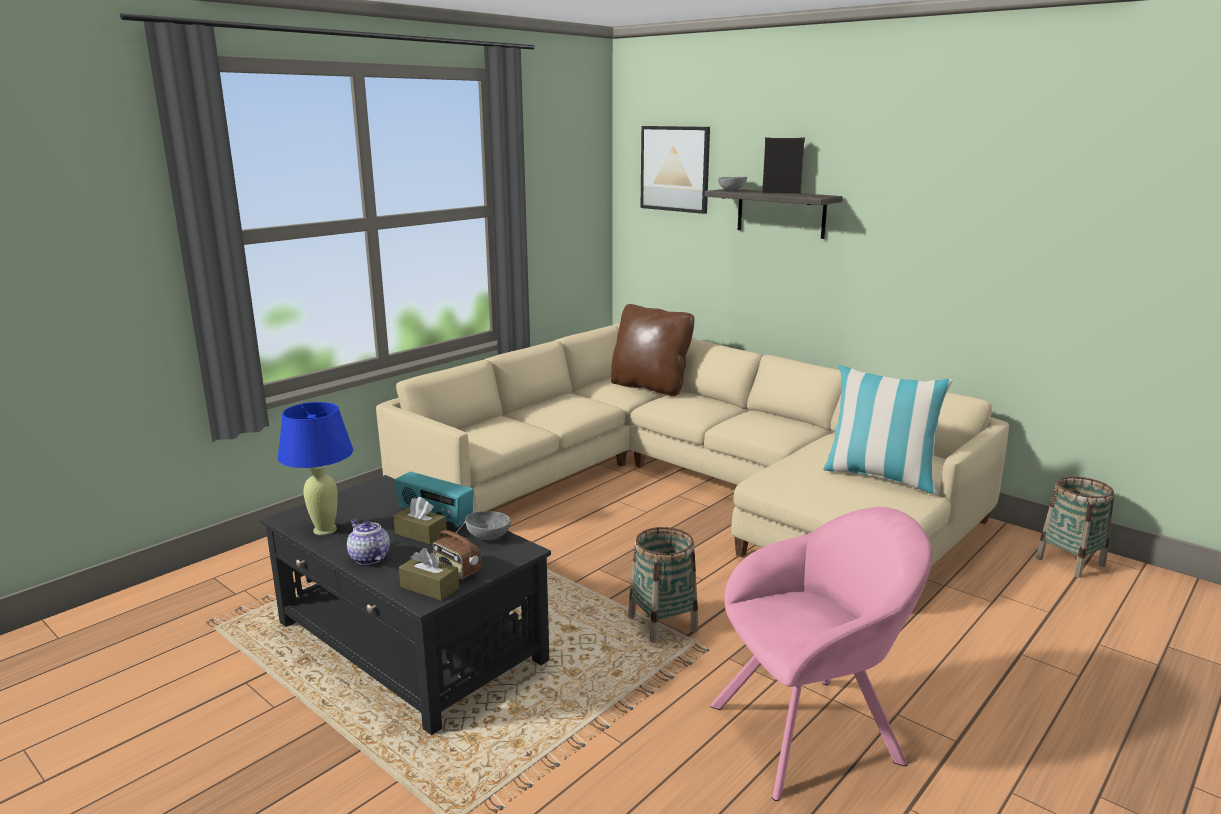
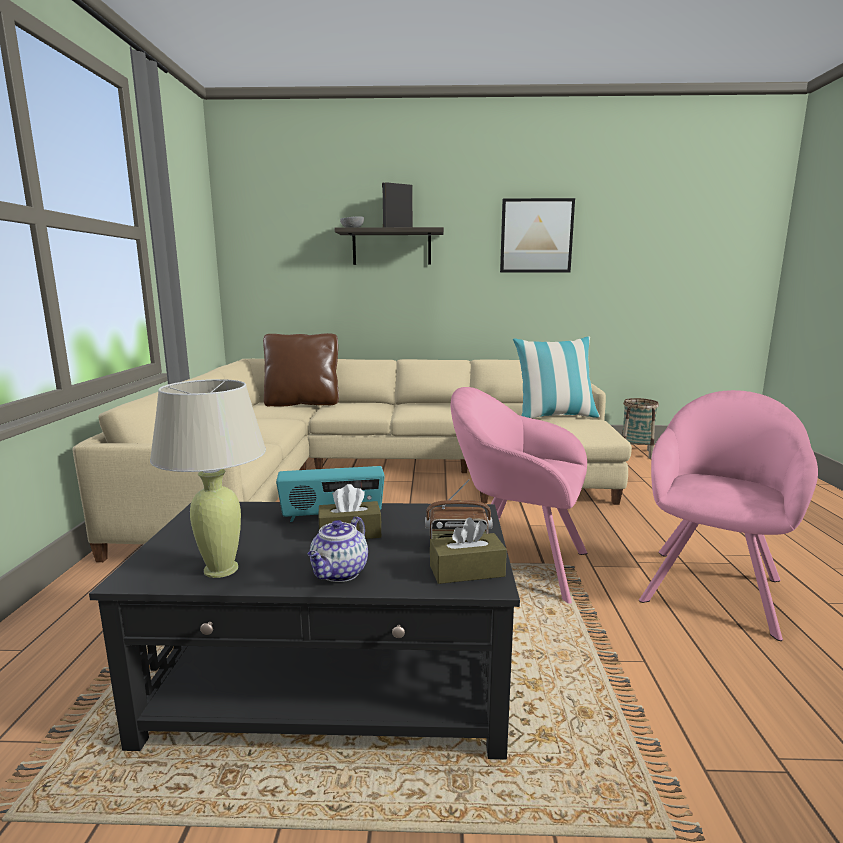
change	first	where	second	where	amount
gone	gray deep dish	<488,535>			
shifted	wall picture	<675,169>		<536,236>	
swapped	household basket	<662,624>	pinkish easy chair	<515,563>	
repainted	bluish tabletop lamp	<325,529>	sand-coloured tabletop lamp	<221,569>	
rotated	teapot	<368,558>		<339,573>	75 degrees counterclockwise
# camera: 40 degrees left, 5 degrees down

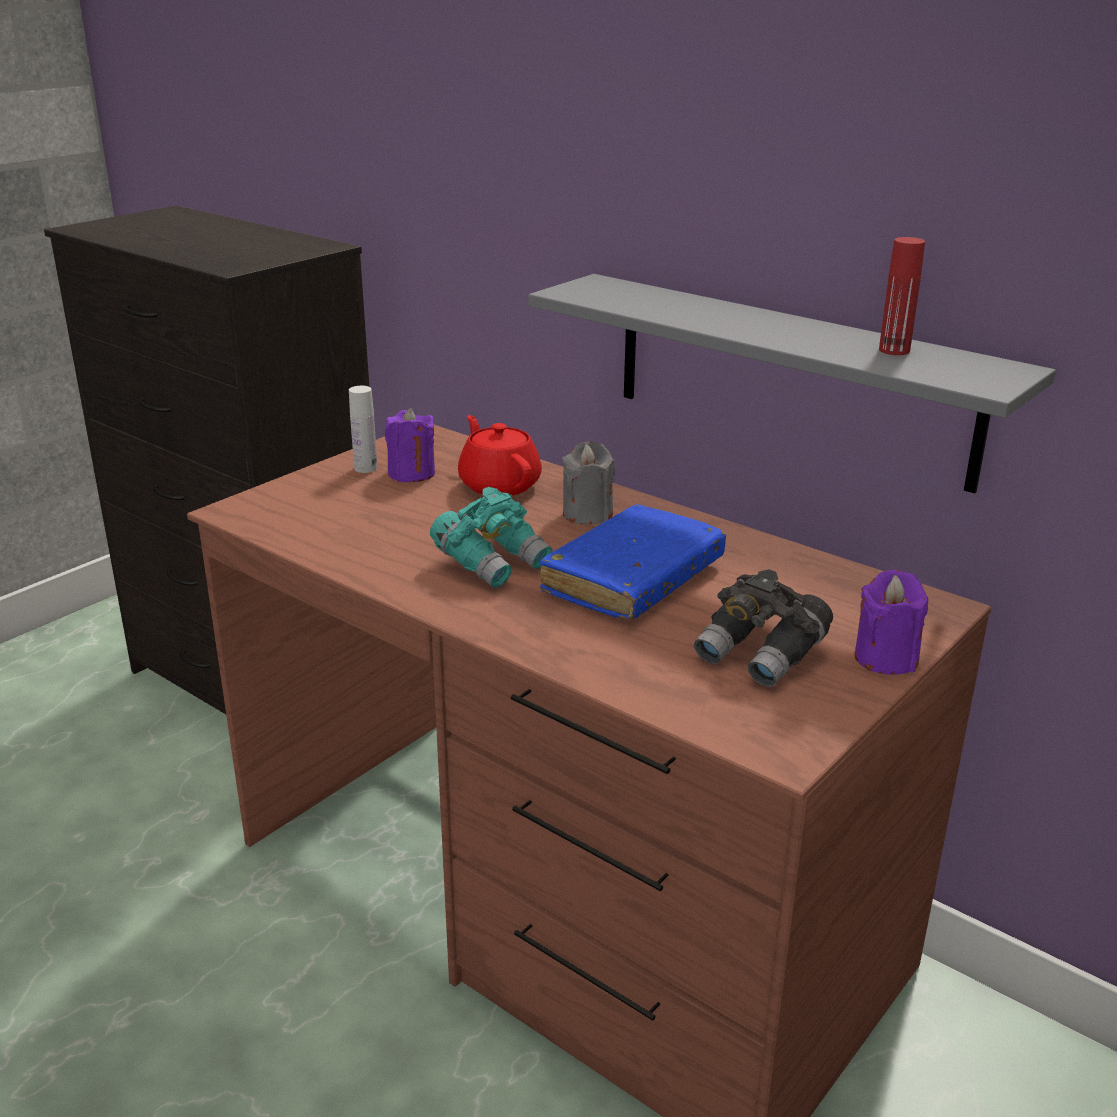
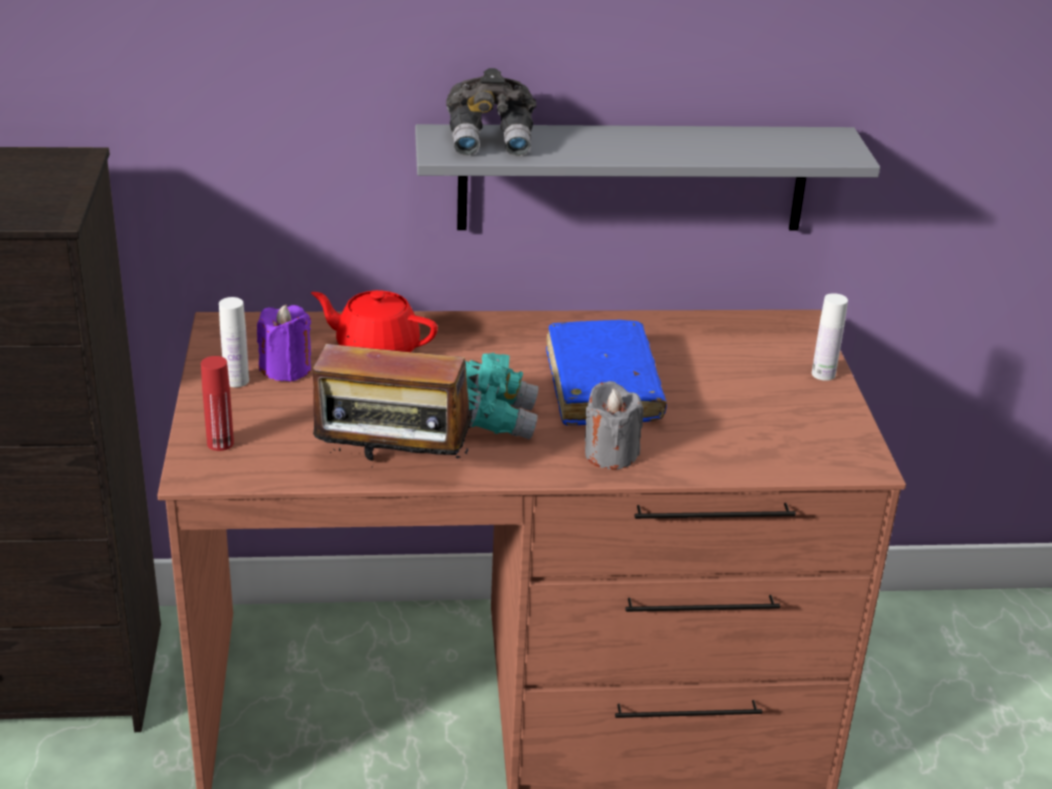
change	first	where	second	where	amount
new			radio set	<392,469>	
shifted	gray candle	<587,514>		<610,454>	
shifted	gray pair of binoculars	<761,655>		<491,141>	
shifted	red-coloured beverage bottle	<894,350>		<220,443>	
swapped	purplish candle	<886,658>	white-coloured beverage bottle	<823,374>	
# camera: 45 degrees left, 5 degrees up

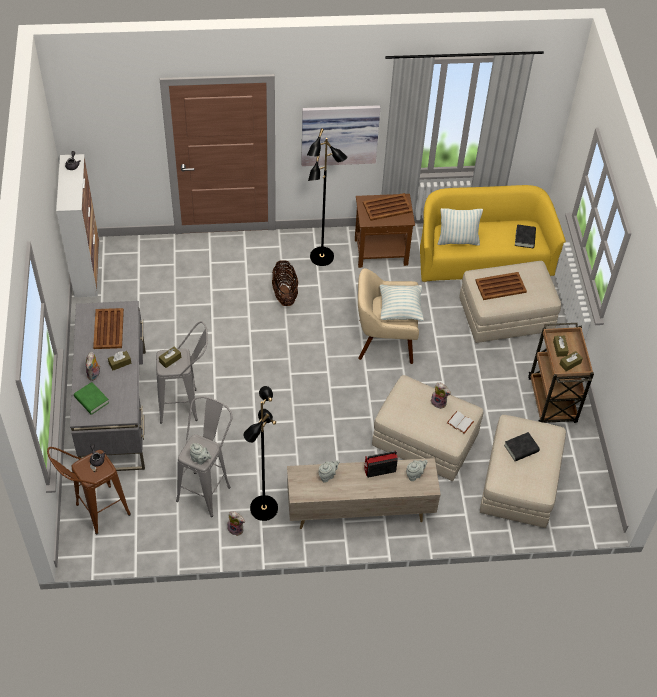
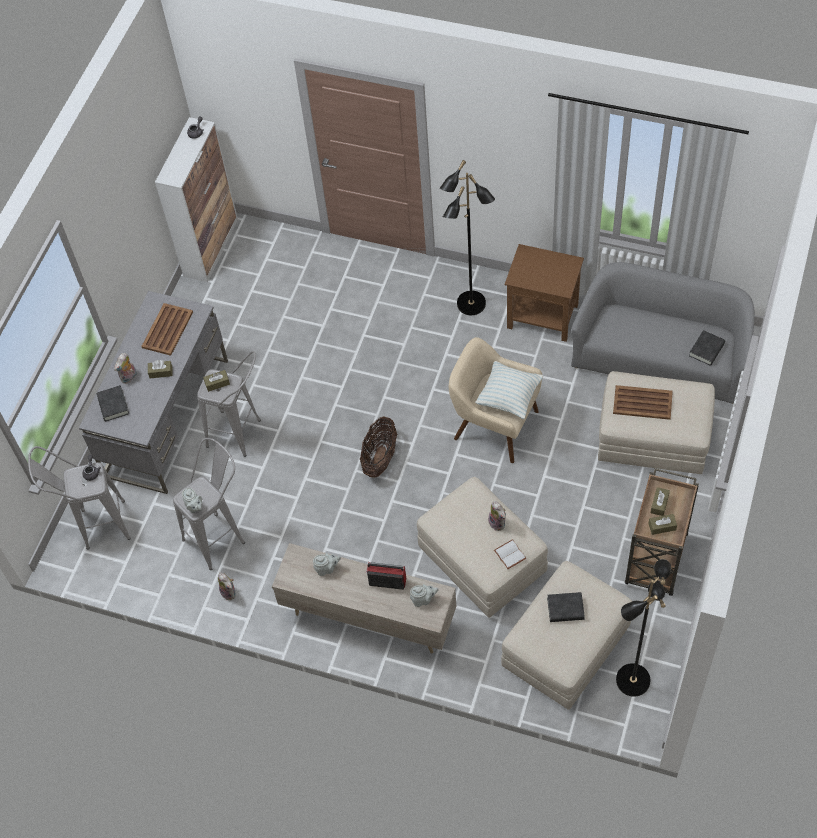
change	first	where	second	where	amount
gone	wall picture	<339,133>			
gone	brown-coloured tray	<388,207>			
gone	cushion	<458,240>			
shifted	black standard lamp	<263,508>		<632,679>	
shifted	household basket	<285,293>		<380,458>	
repainted	brown-coloured sitting stool	<95,514>	gray sitting stool	<96,526>	
repainted	green book	<91,400>	black book	<113,405>	
repainted	yellow settee	<482,257>	gray settee	<661,356>	
# camera: 30 degrees right, 5 degrees up

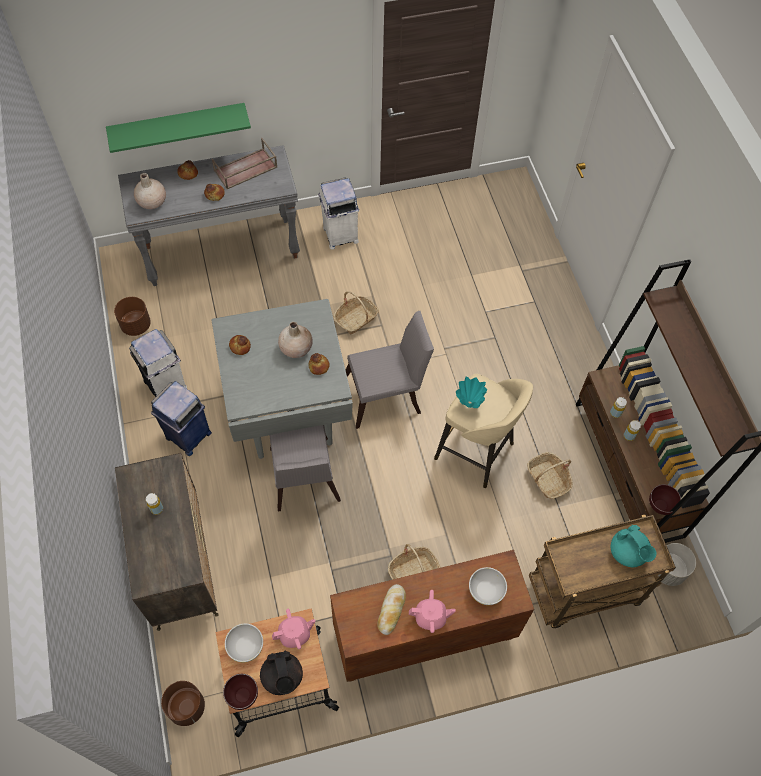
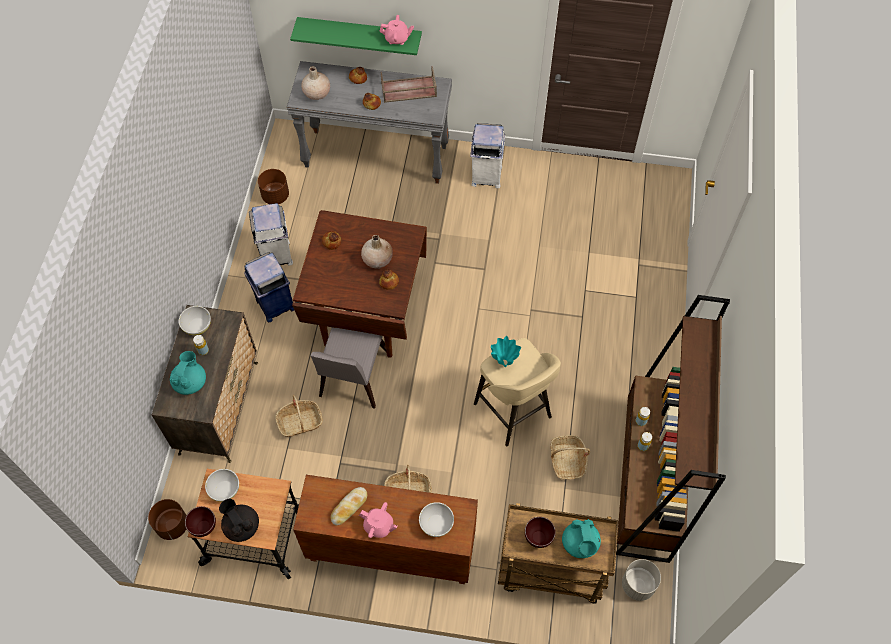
change	first	where	second	where	amount
gone	gray upright chair	<387,395>			
new			blue-green teapot	<190,382>	
new			white-coloured deep dish	<197,326>	
shifted	pinkish teapot	<295,634>		<397,39>	
shifted	household basket	<356,319>		<300,422>	
shifted	brown-coloured deep dish	<659,507>		<537,538>	
repainted	gray kitchen table	<288,410>	brown-coloured kitchen table	<368,314>	
rotated	black teapot	<282,677>		<241,526>	135 degrees clockwise
# camera: 25 degrees right, 0 degrees up

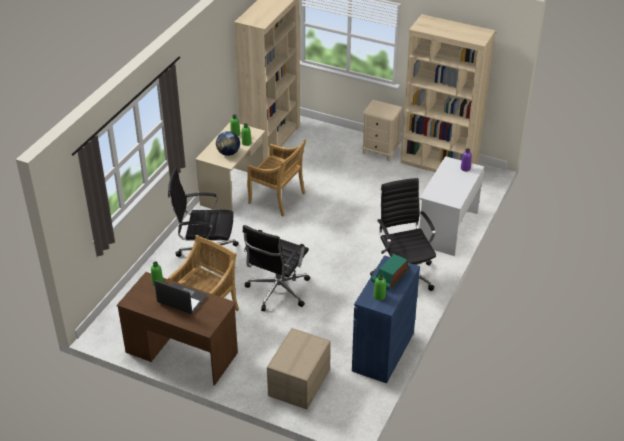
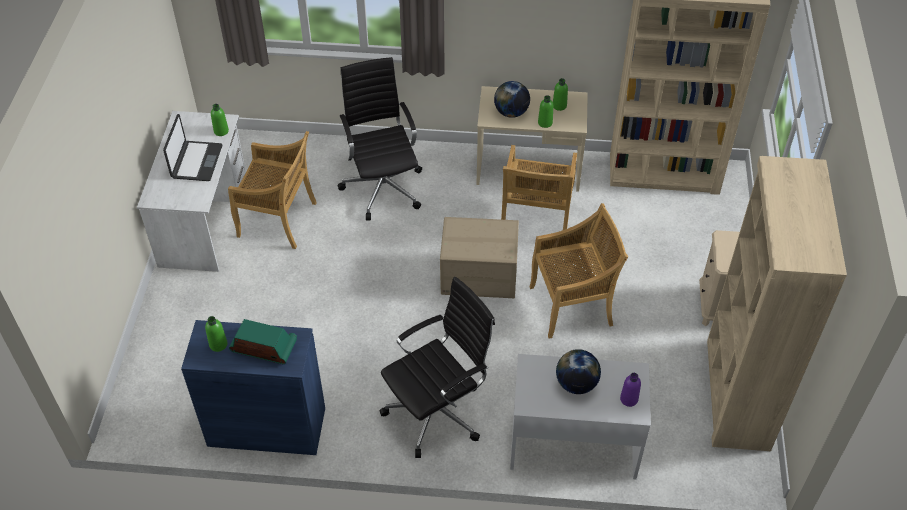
change	first	where	second	where	amount
gone	black office chair	<277,291>			
new			sand-coloured upright chair	<572,305>	
new			globe	<576,384>	
shifted	cardboard box	<299,383>		<478,276>	
repainted	brown-coloured desk table	<181,352>	white-coloured desk table	<204,220>	
# camera: 70 degrees right, 10 degrees up

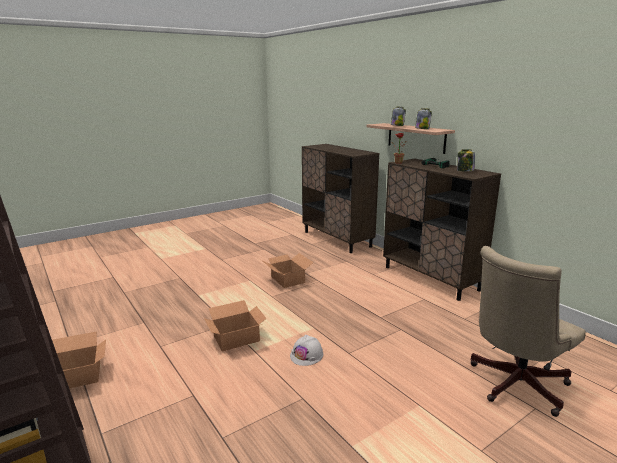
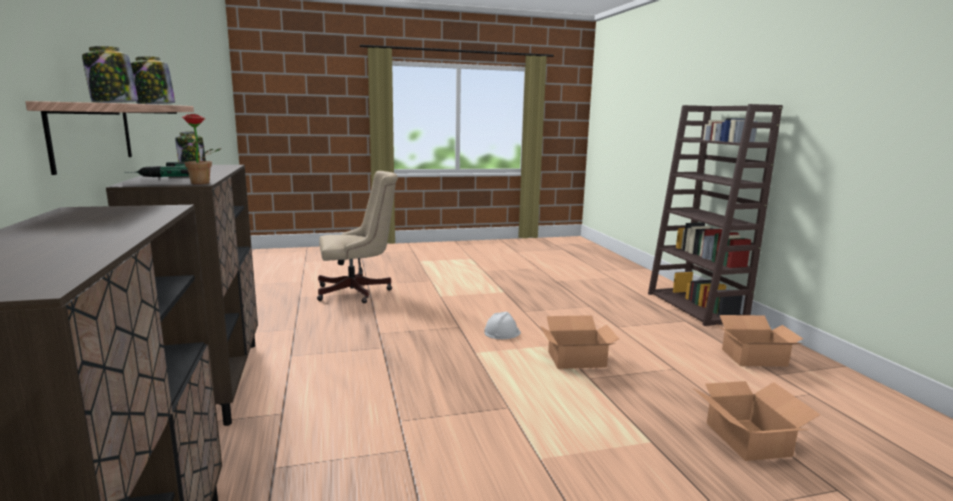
change	first	where	second	where	amount
shifted	cardboard box	<287,280>		<748,439>	
# camera: 160 degrees left, 5 degrees down

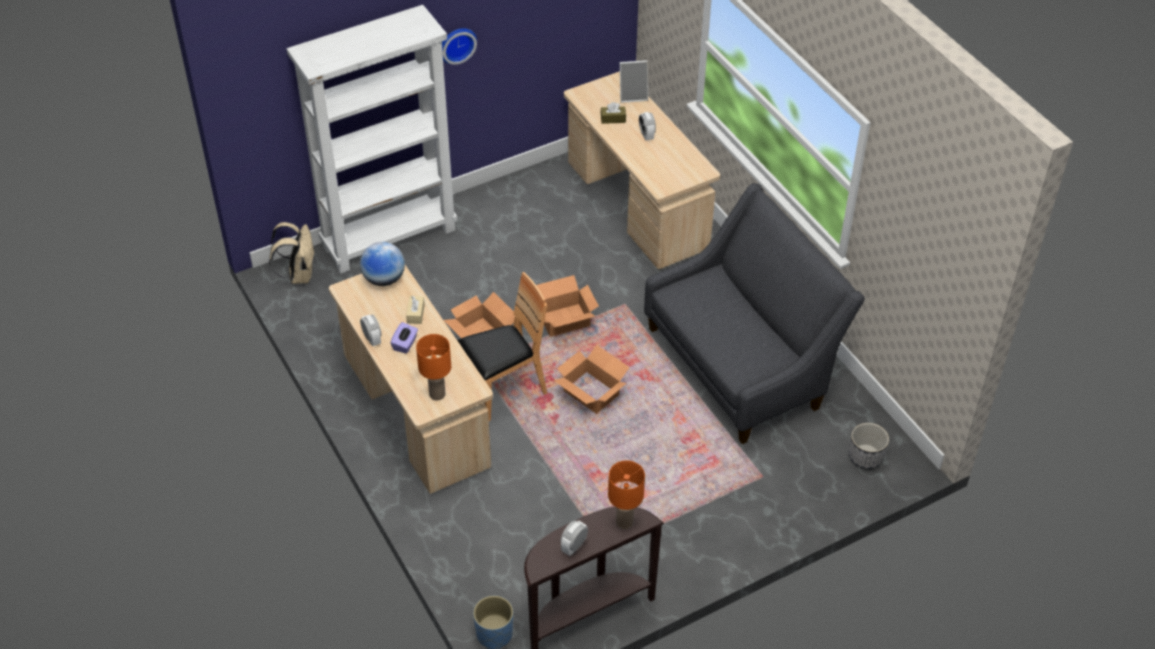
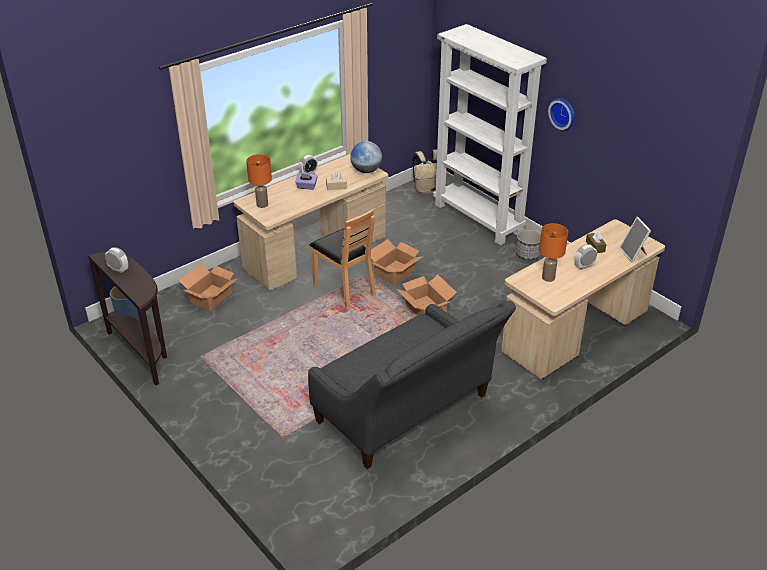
change	first	where	second	where	amount
shifted	cardboard box	<591,392>		<211,297>	
shifted	orange tabletop lamp	<624,521>		<548,278>	
shifted	flower pot	<866,457>		<527,254>	
# camera: 80 degrees right, 10 degrees down

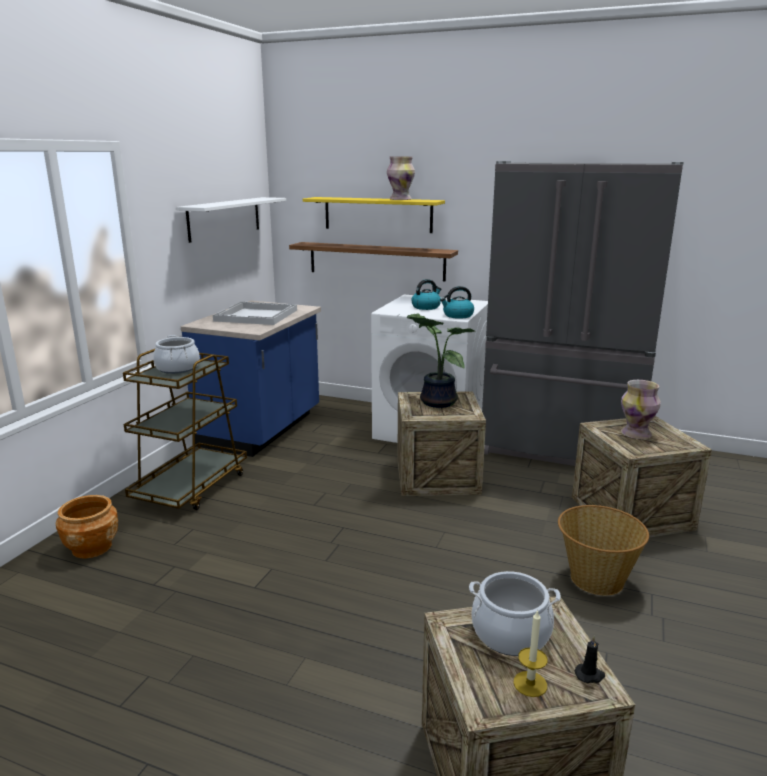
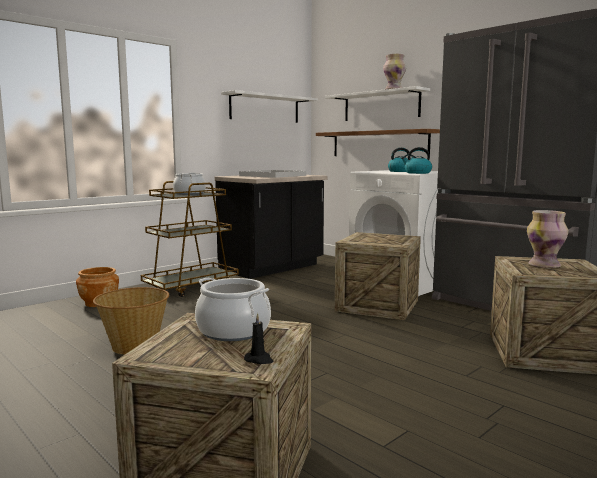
change	first	where	second	where	amount
gone	plant in a pot	<436,402>			
gone	candle	<530,684>			
shifted	household basket	<595,578>		<134,345>	
repainted	bluish kitchen counter	<262,430>	black kitchen counter	<272,268>	
repainted	yellow shelf	<377,214>	white-coloured shelf	<381,106>	
# camera: 25 degrees right, 10 degrees down

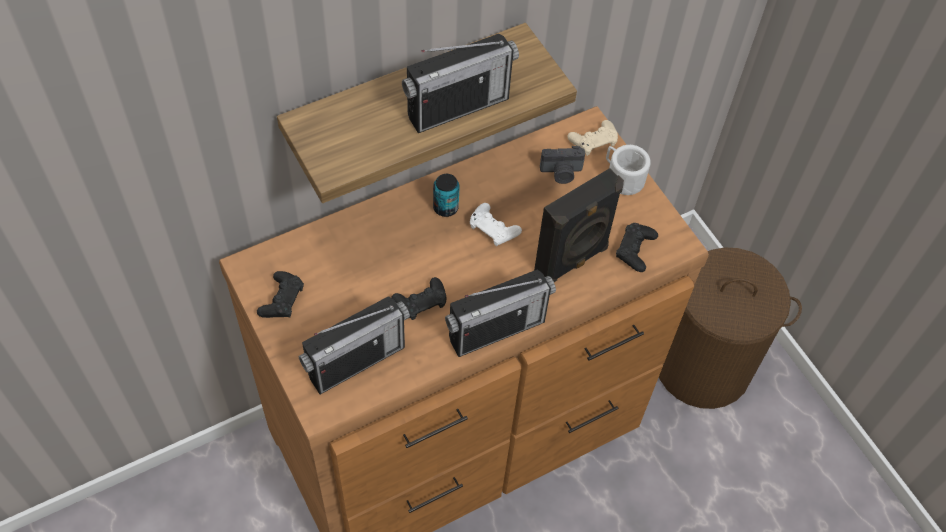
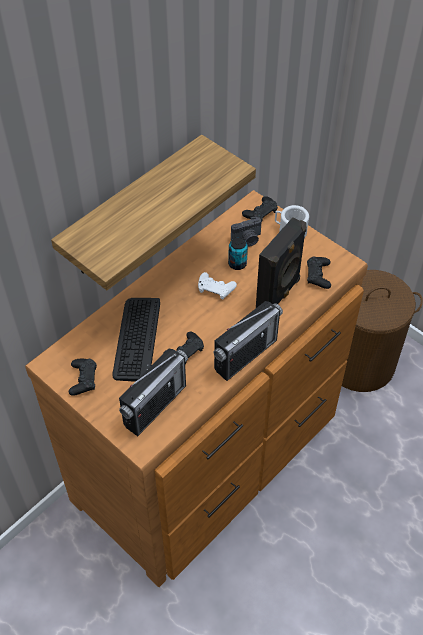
change	first	where	second	where	amount
gone	radio set	<458,107>			
new			computer keyboard	<136,339>	
shifted	sealed can	<445,207>		<237,264>	
repainted	sand-coloured game controller	<593,141>	black game controller	<260,213>	
# camera: 15 degrees left, 5 degrees down

